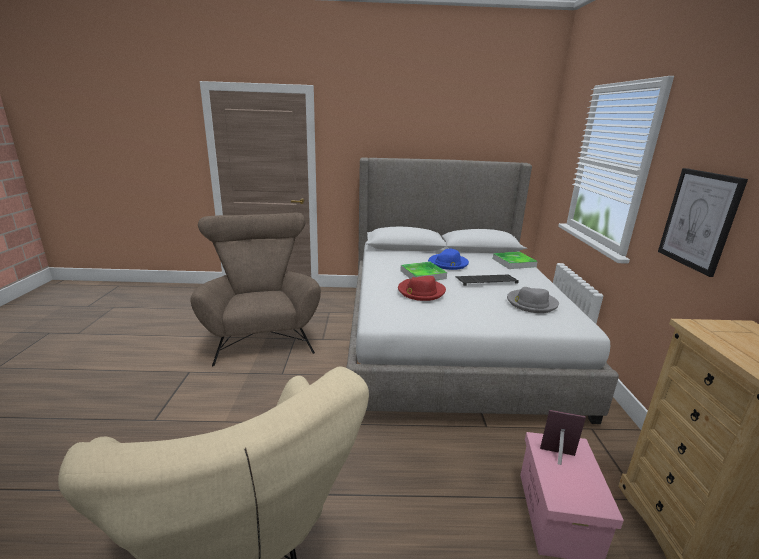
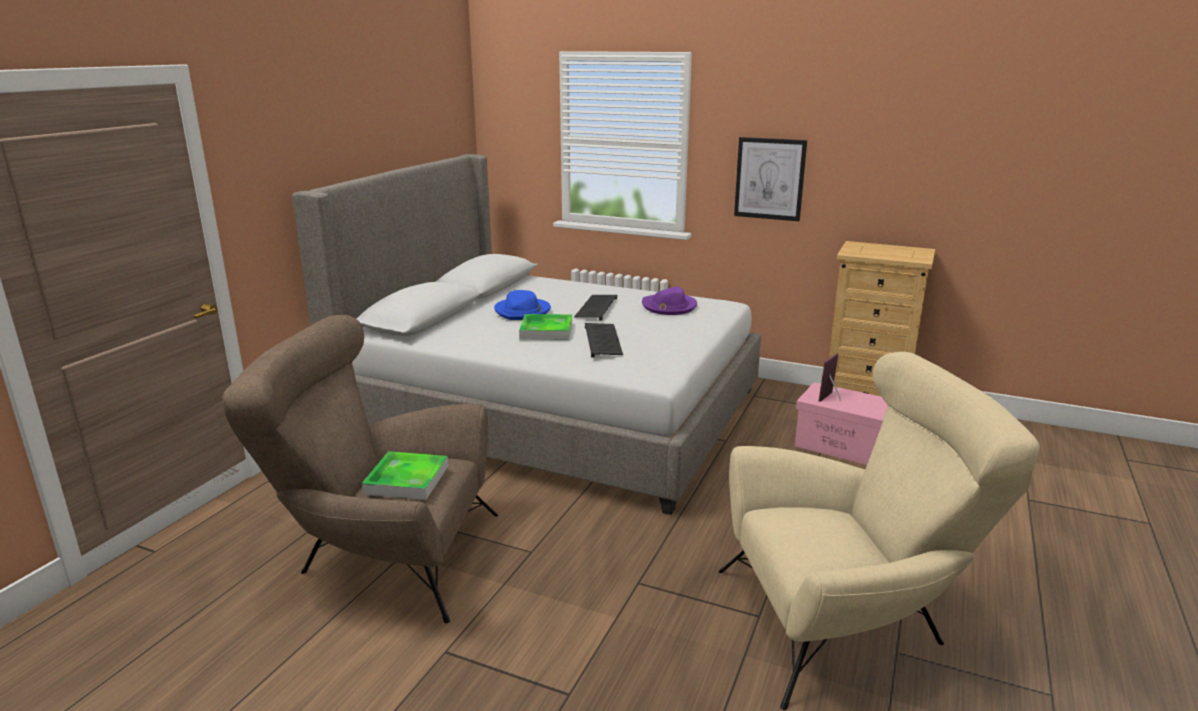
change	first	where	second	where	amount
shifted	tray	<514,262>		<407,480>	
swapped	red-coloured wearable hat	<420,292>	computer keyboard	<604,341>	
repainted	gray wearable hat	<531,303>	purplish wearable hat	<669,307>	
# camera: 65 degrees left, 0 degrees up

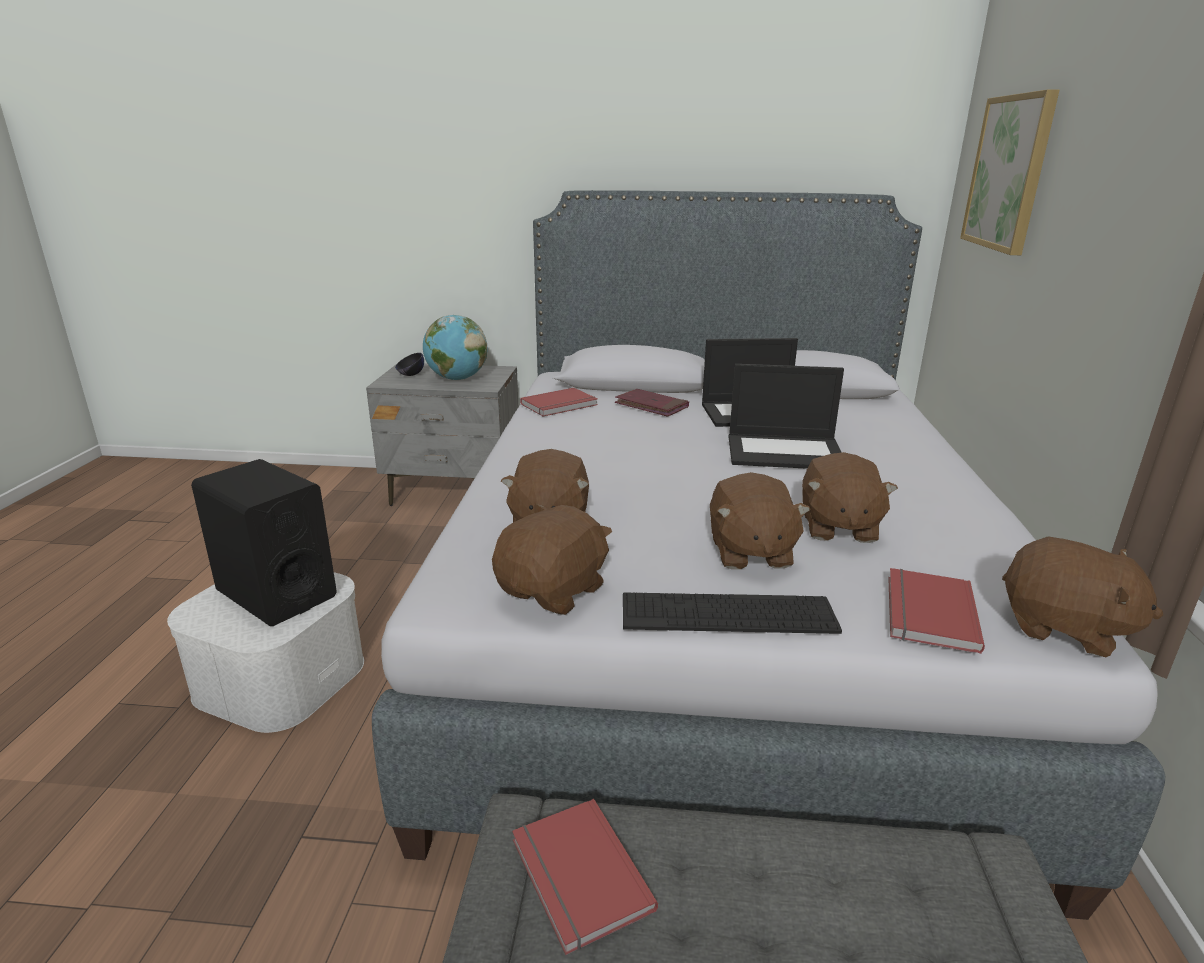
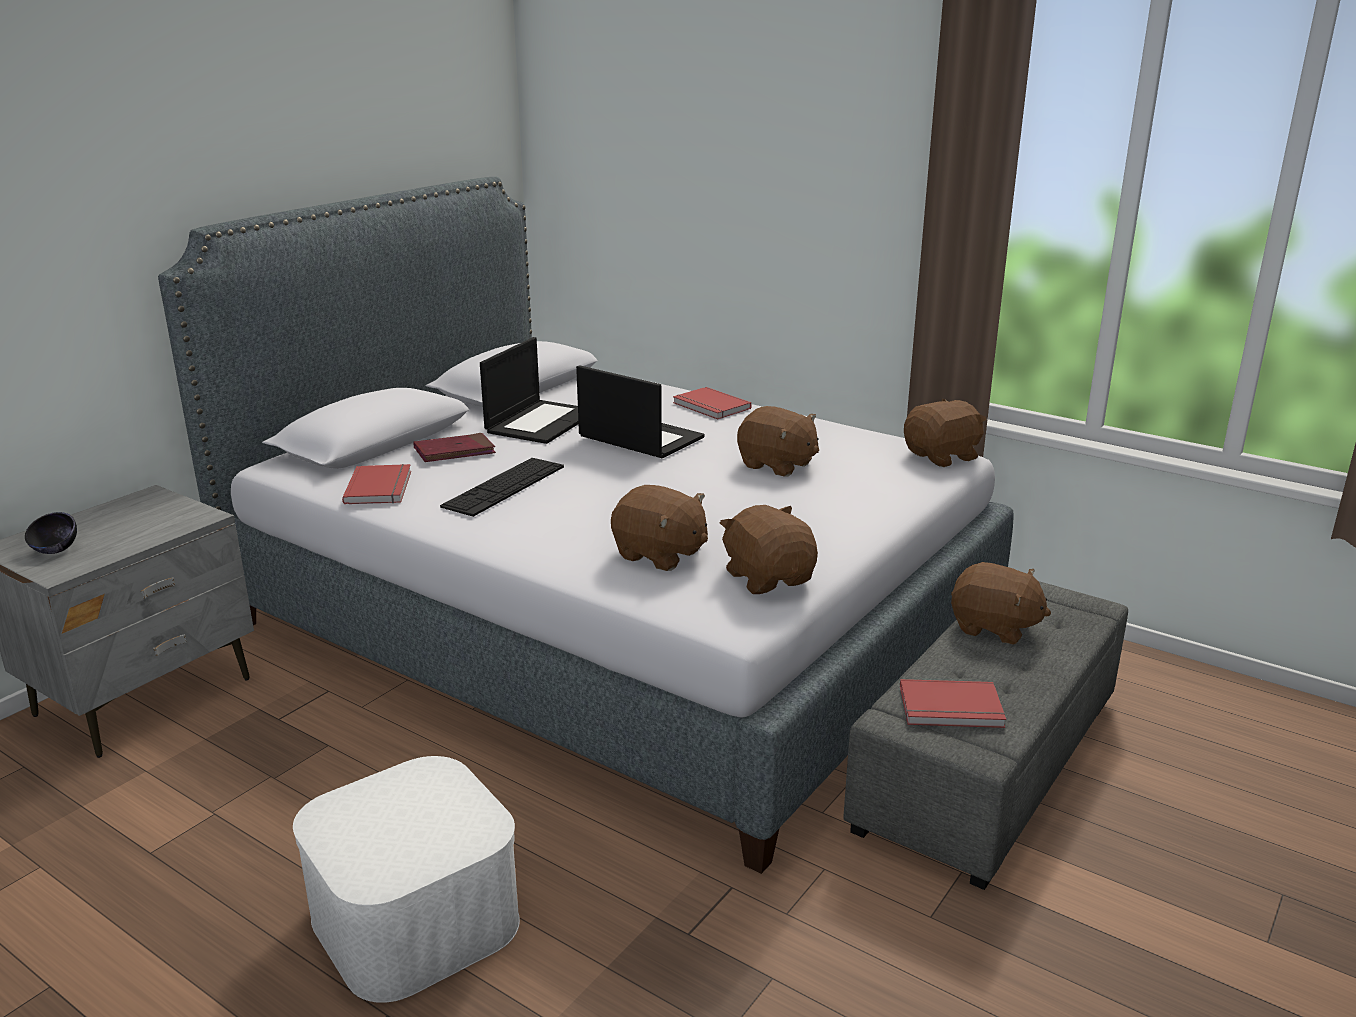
change	first	where	second	where	amount
gone	black audio speaker	<276,593>			
gone	globe	<457,379>			
gone	wall picture	<1009,173>			
shifted	computer keyboard	<728,613>		<504,486>	
shifted	brown-coloured cuddly toy	<749,552>		<994,627>	
shifted	red-coloured book	<927,612>		<710,406>	
rotated	portable computer	<786,452>		<639,437>	90 degrees counterclockwise
# camera: 60 degrees left, 0 degrees up

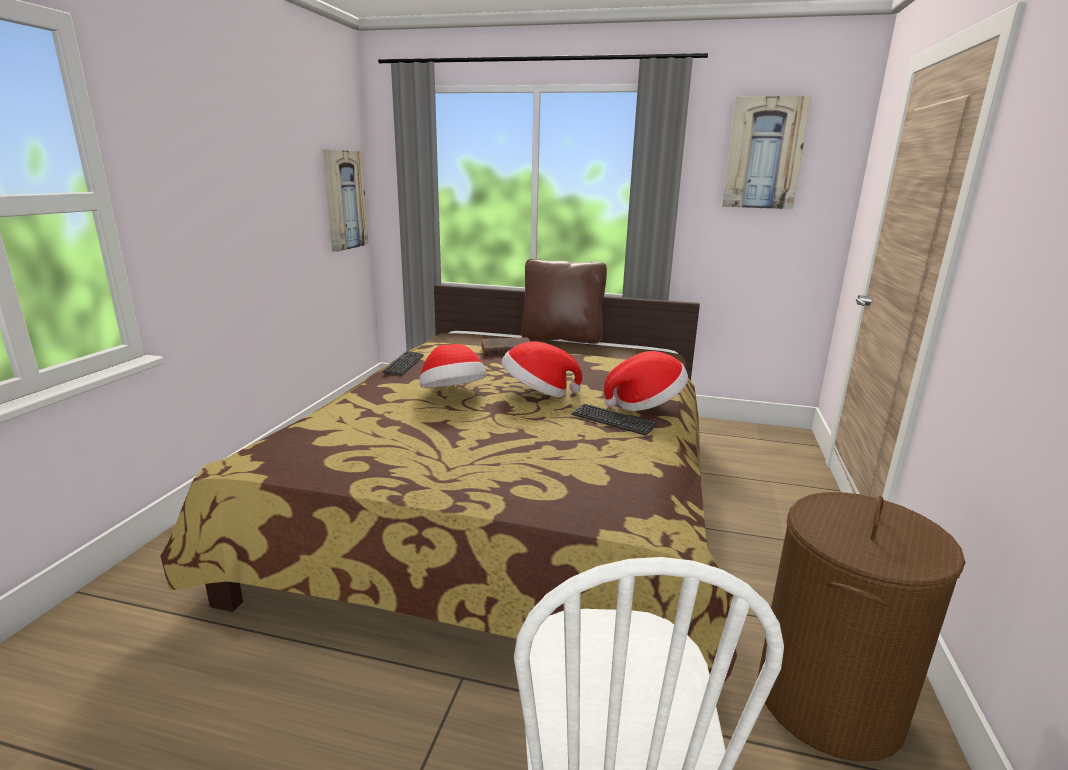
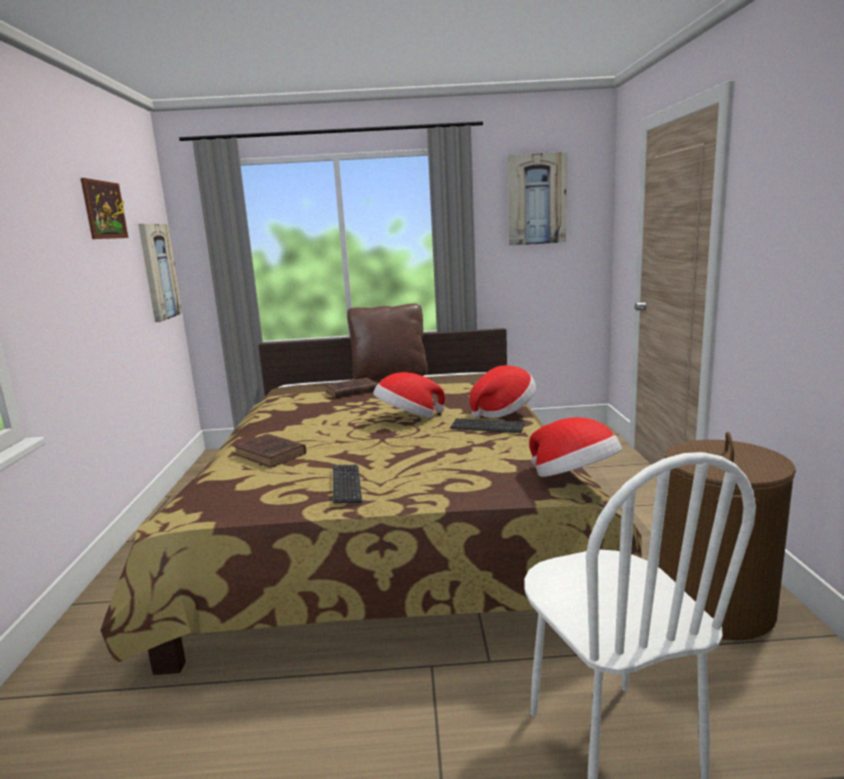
change	first	where	second	where	amount
new			wall picture	<104,210>	
new			brown-coloured book	<271,455>	
shifted	computer keyboard	<404,364>		<346,485>	
shifted	wearable hat	<452,395>		<574,479>	
# camera: 15 degrees left, 5 degrees down

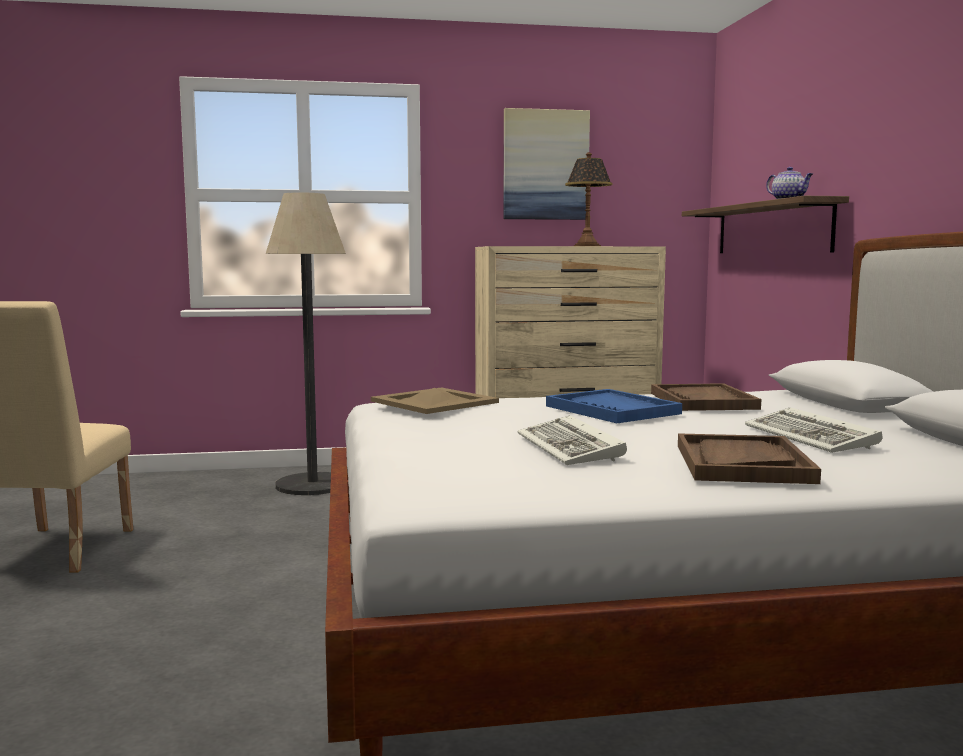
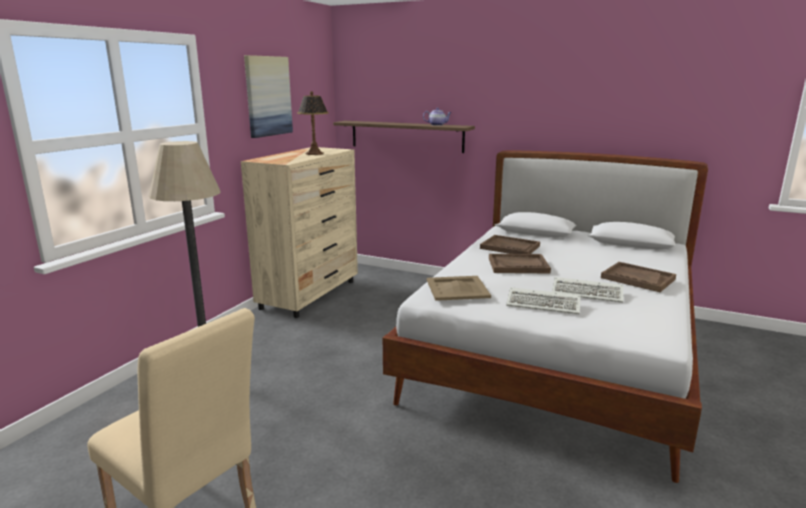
change	first	where	second	where	amount
shifted	computer keyboard	<813,437>		<545,304>	
repainted	bluish tray	<612,410>	brown-coloured tray	<518,265>	
# camera: 55 degrees left, 10 degrees up

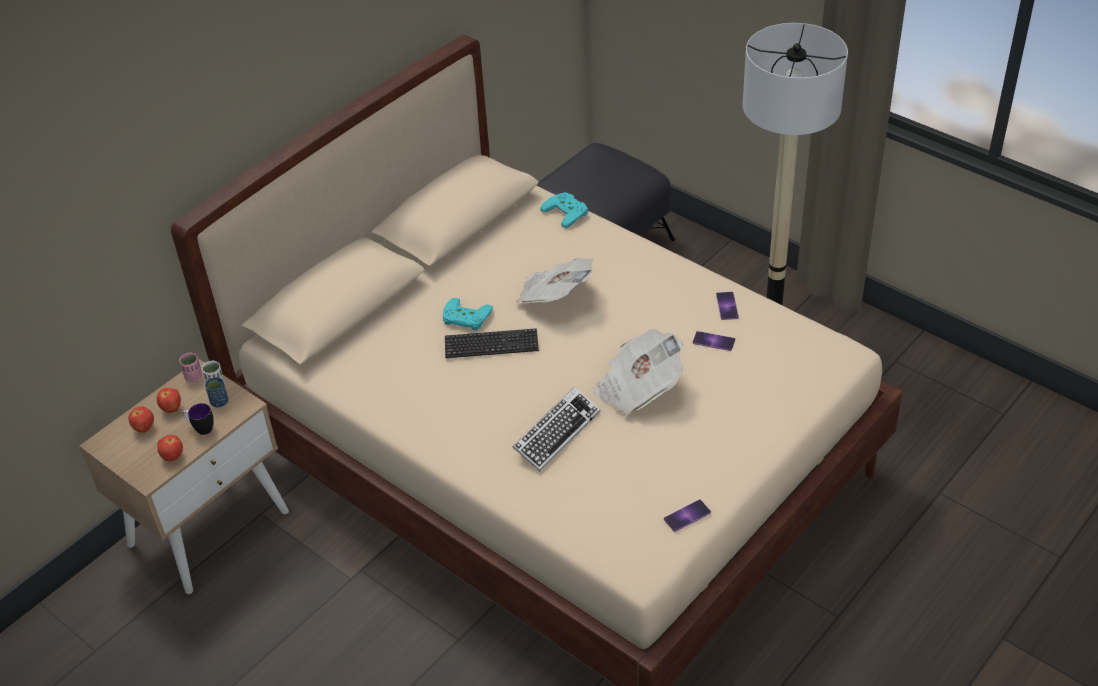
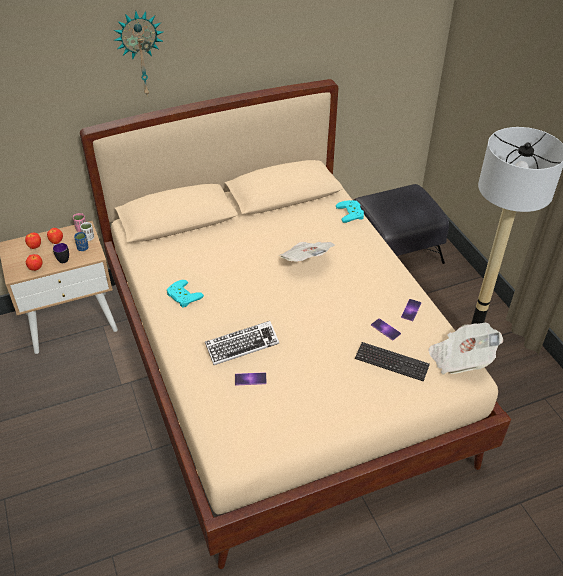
change	first	where	second	where	amount
new			clock on the wall	<140,53>	
shifted	blue-green game controller	<465,319>		<182,296>	
shifted	computer keyboard	<491,345>		<391,362>	
shifted	newspaper	<638,388>		<460,359>	
shifted	handset	<687,516>		<250,379>	
# camera: 25 degrees right, 0 degrees up

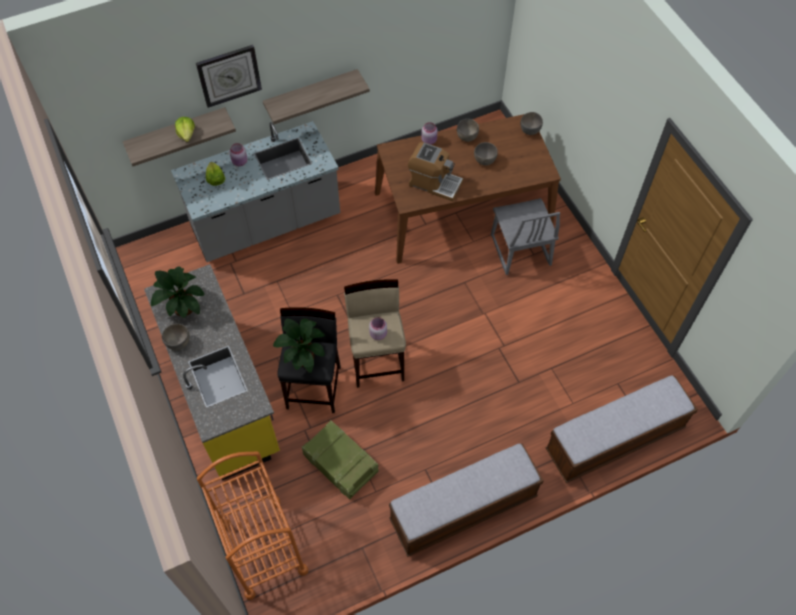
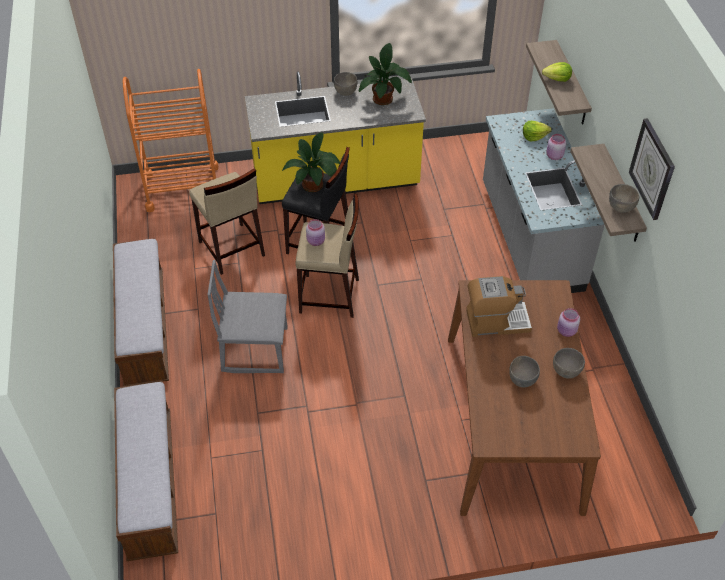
change	first	where	second	where	amount
shifted	clock on the wall	<229,75>		<652,169>	
shifted	gray upright chair	<519,250>		<255,349>	
shifted	gray deep dish	<530,130>		<621,208>	
swapped	shipping crate	<341,465>	sand-coloured sitting stool	<231,249>	
rotated	coffee brewer	<434,183>		<496,321>	135 degrees counterclockwise
# camera: 105 degrees right, 10 degrees down

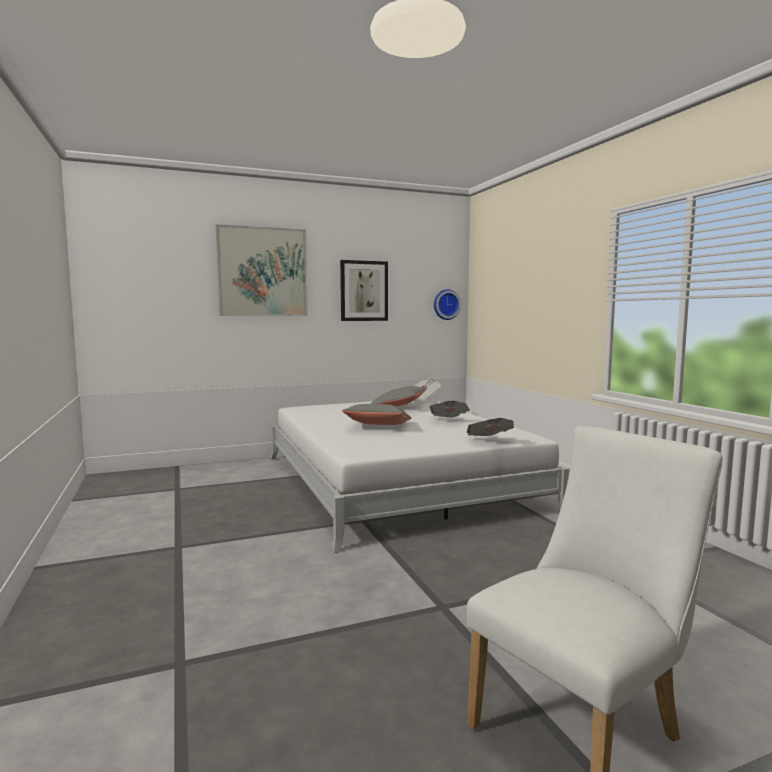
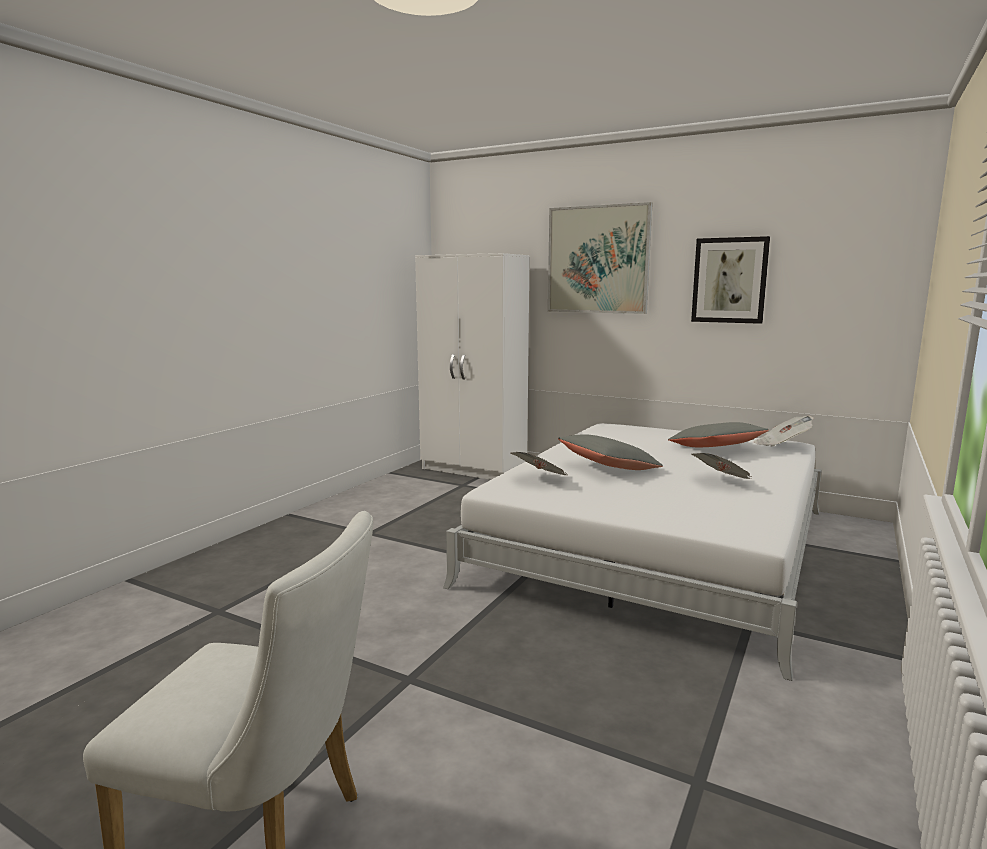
change	first	where	second	where	amount
gone	clock on the wall	<446,304>			
new			white-coloured wardrobe	<474,469>	
shifted	newspaper	<489,441>		<541,479>	
# camera: 50 degrees right, 5 degrees up

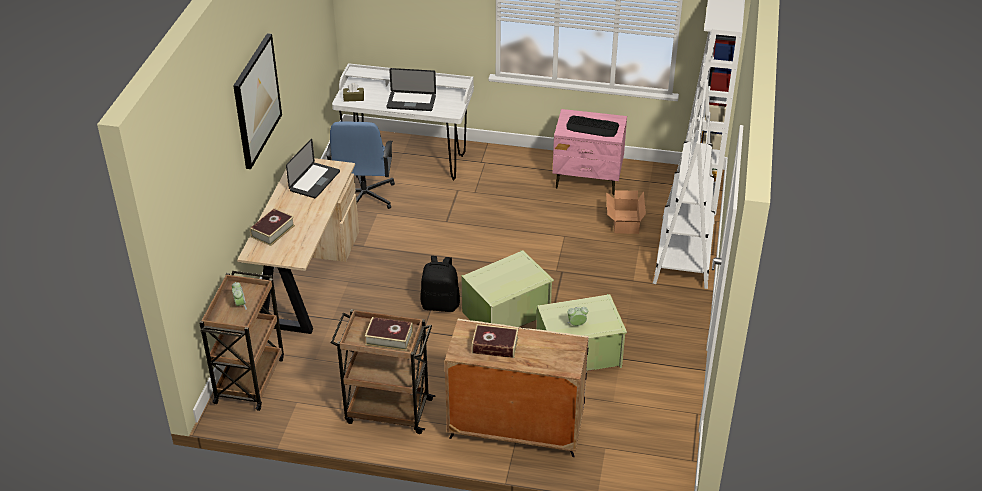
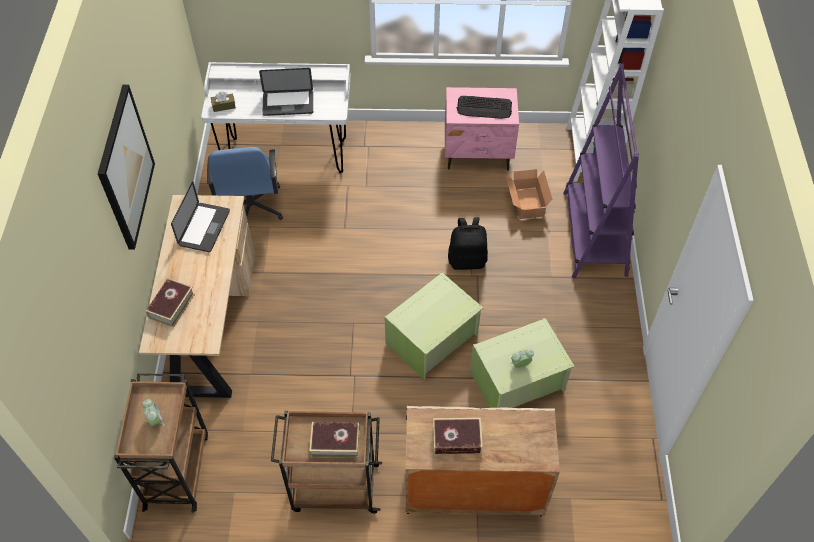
change	first	where	second	where	amount
shifted	black backpack	<440,304>		<467,260>	
repainted	white-coloured shelving unit	<684,252>	purplish shelving unit	<594,233>	
# camera: 10 degrees left, 15 degrees up

